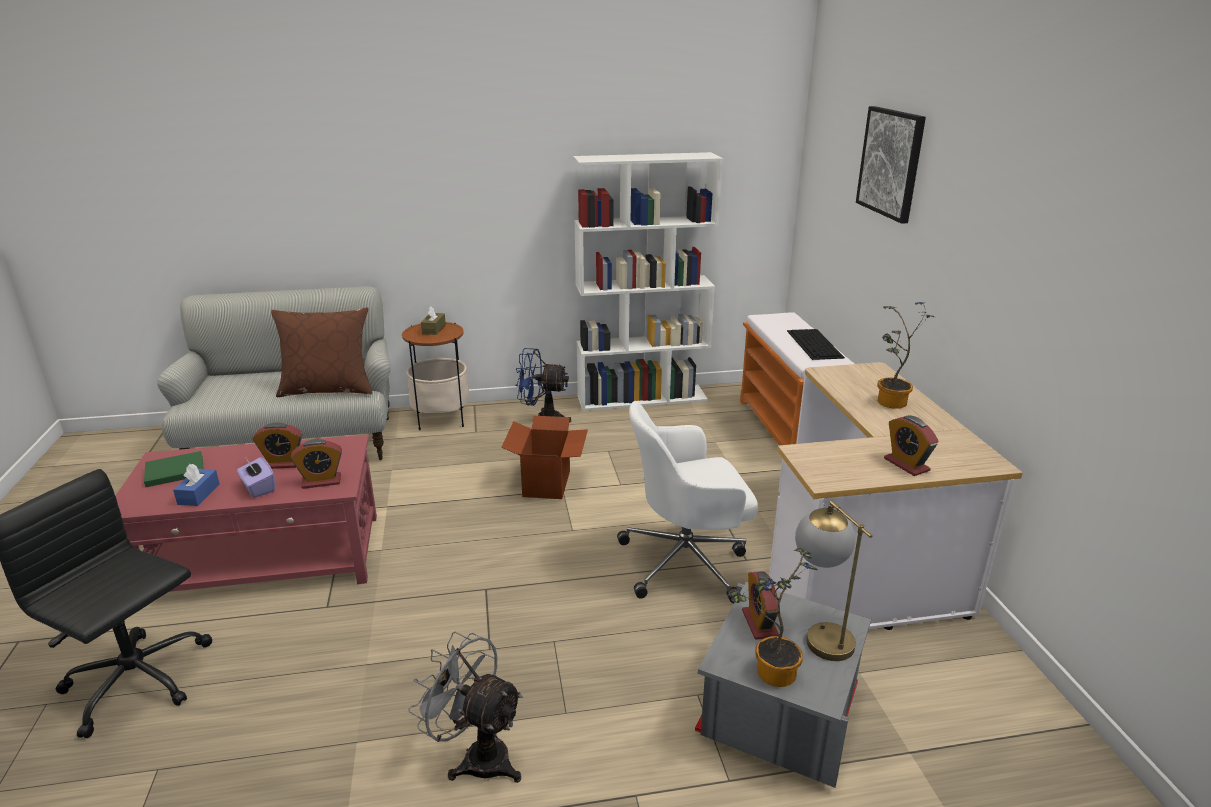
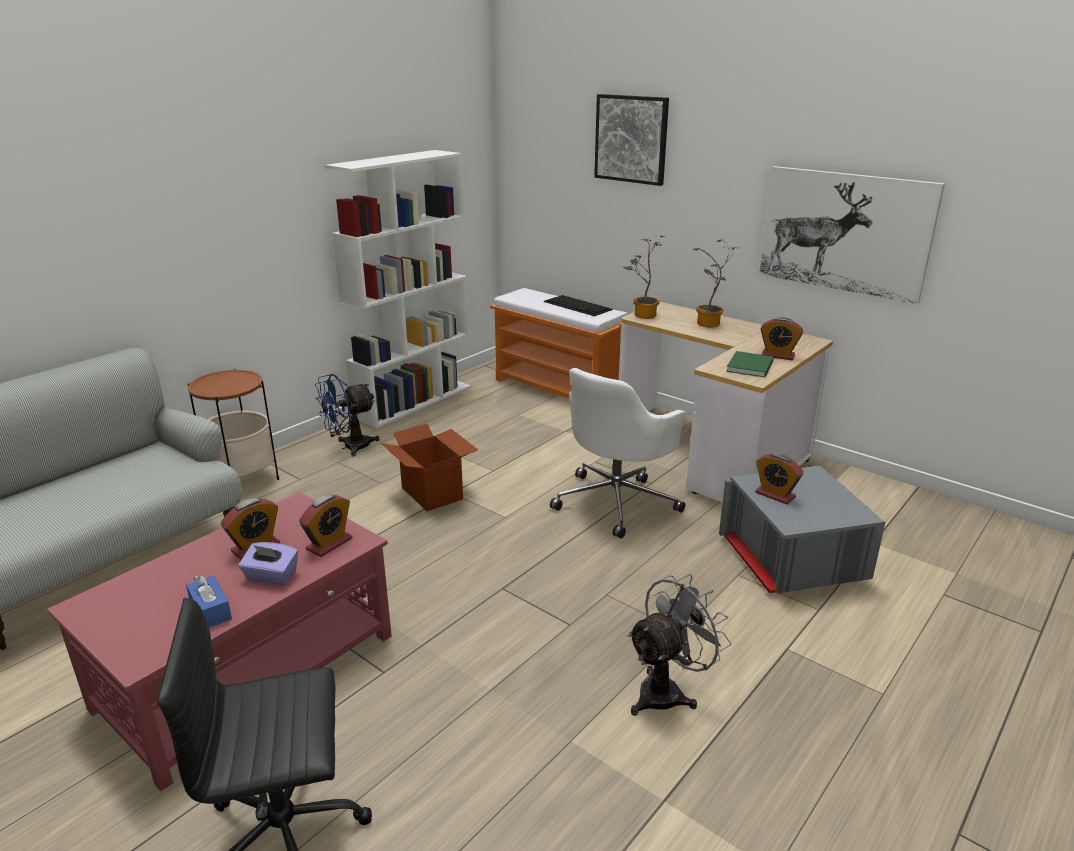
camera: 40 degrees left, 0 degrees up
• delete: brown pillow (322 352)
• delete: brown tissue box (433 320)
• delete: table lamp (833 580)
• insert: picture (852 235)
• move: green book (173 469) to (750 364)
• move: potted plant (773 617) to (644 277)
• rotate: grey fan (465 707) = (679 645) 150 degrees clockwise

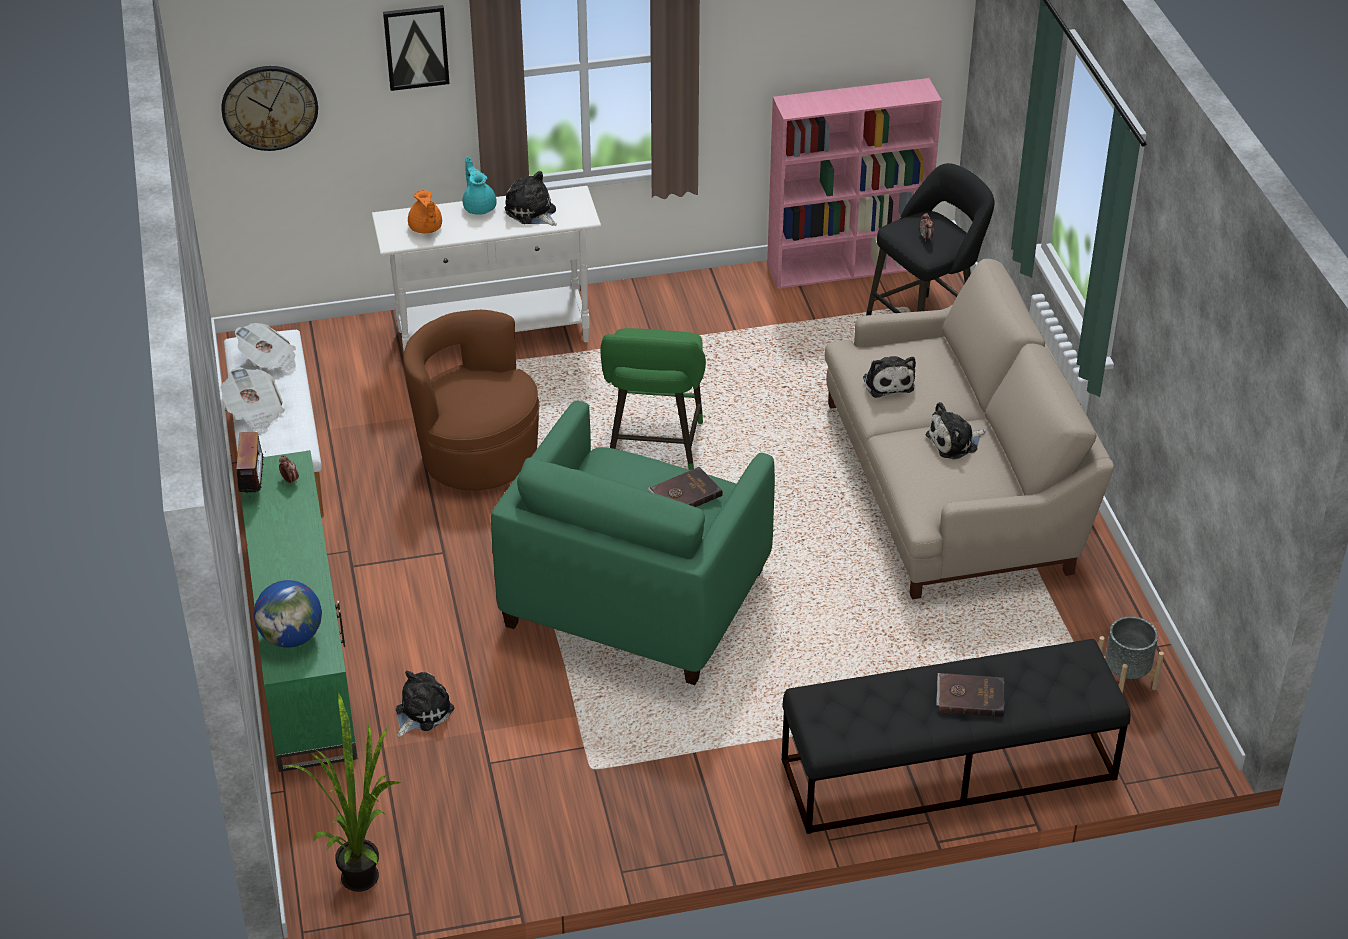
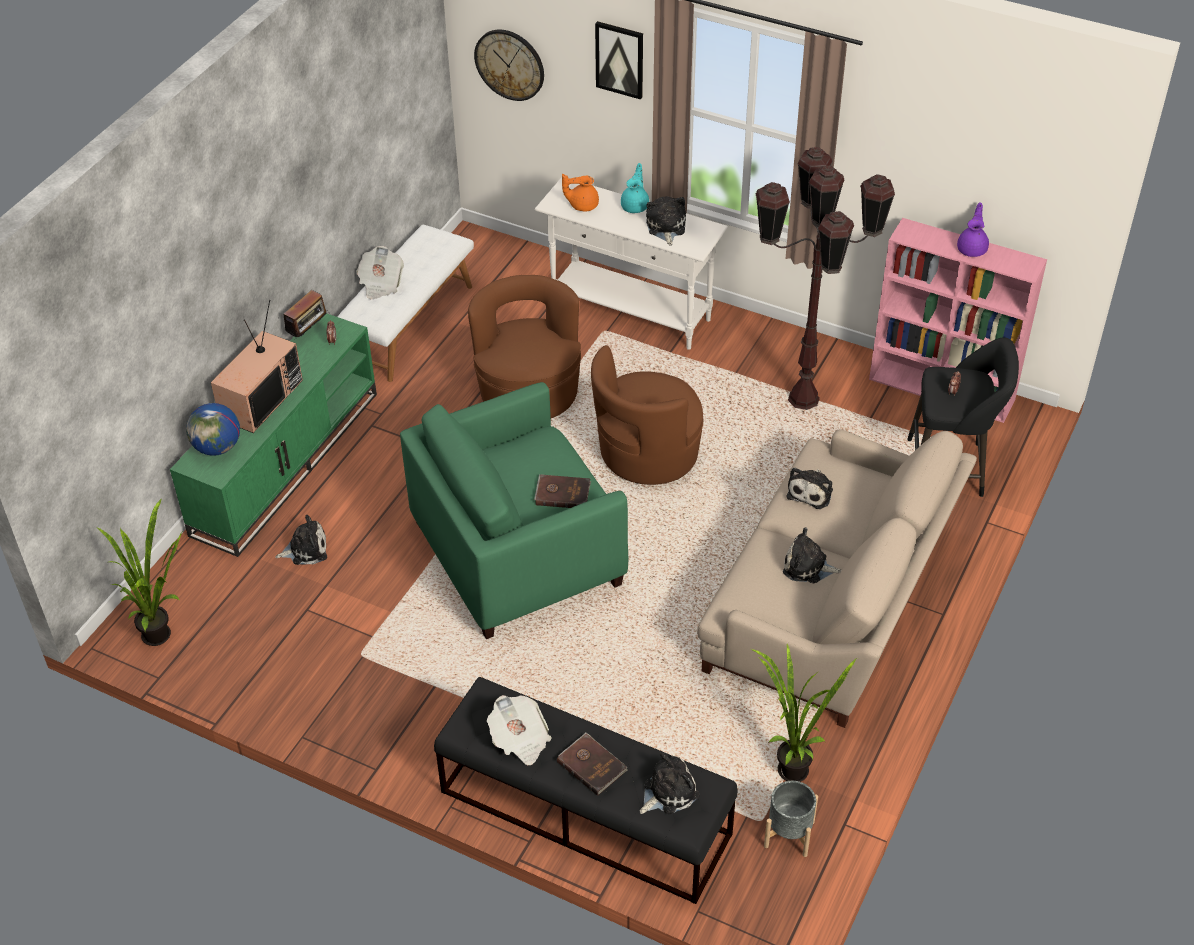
camera: 40 degrees right, 5 degrees up
• insert: television (257 366)
• insert: plush toy (670 783)
• insert: potted plant (804 713)
• insert: brown floor lamp (825 278)
• insert: purple teapot (973 229)
• move: newspaper (265 347) to (519 730)
• replace: green stool (653 399) to brown armchair (647 415)
• rotate: orange teapot (425 211) = (580 192) 75 degrees clockwise

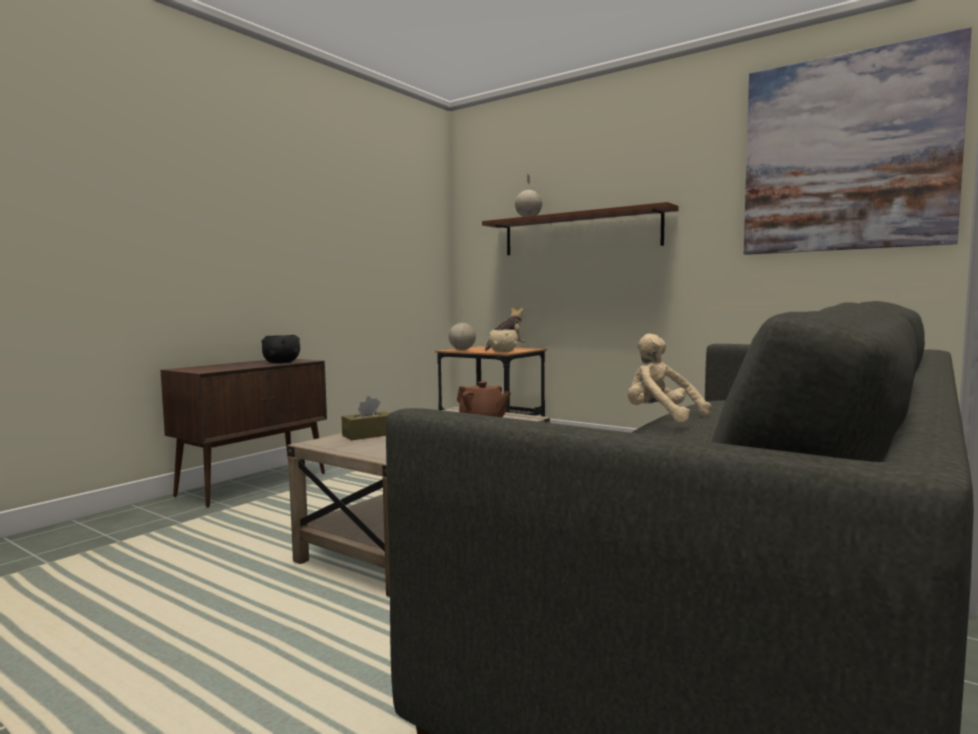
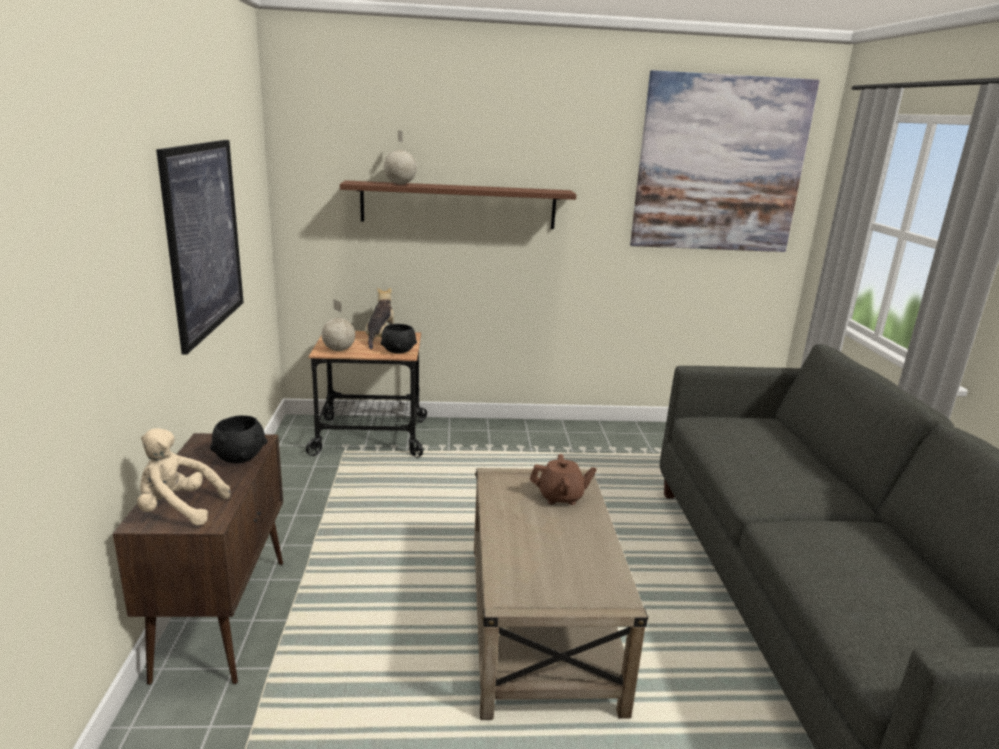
camera: 40 degrees left, 15 degrees up
• delete: brown tissue box (365 418)
• insert: picture (200 247)
• move: beige plush toy (669 378) to (184 476)
• recolor: beige bowl (503 341) to black bowl (399 339)

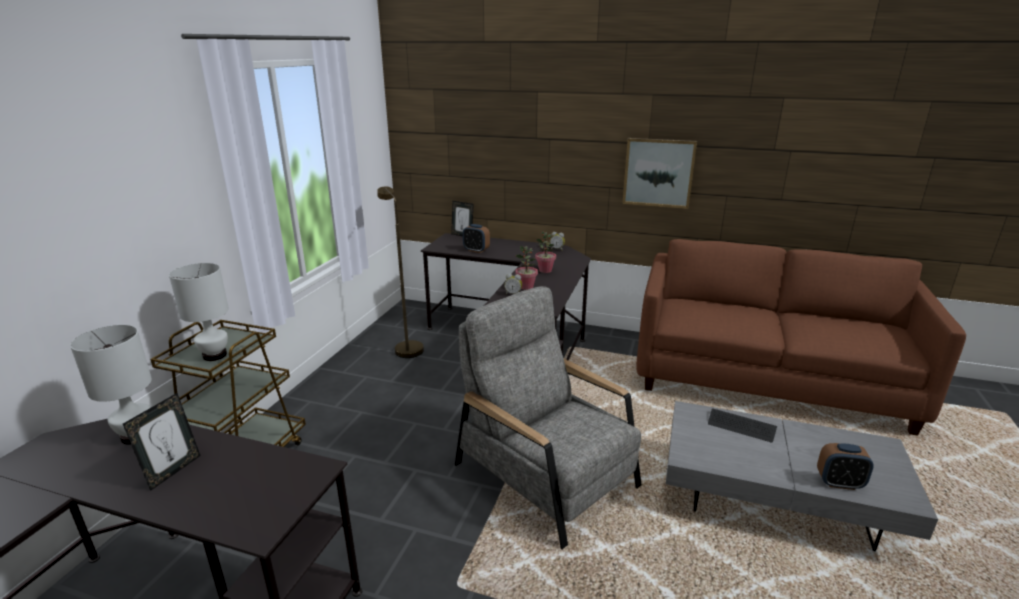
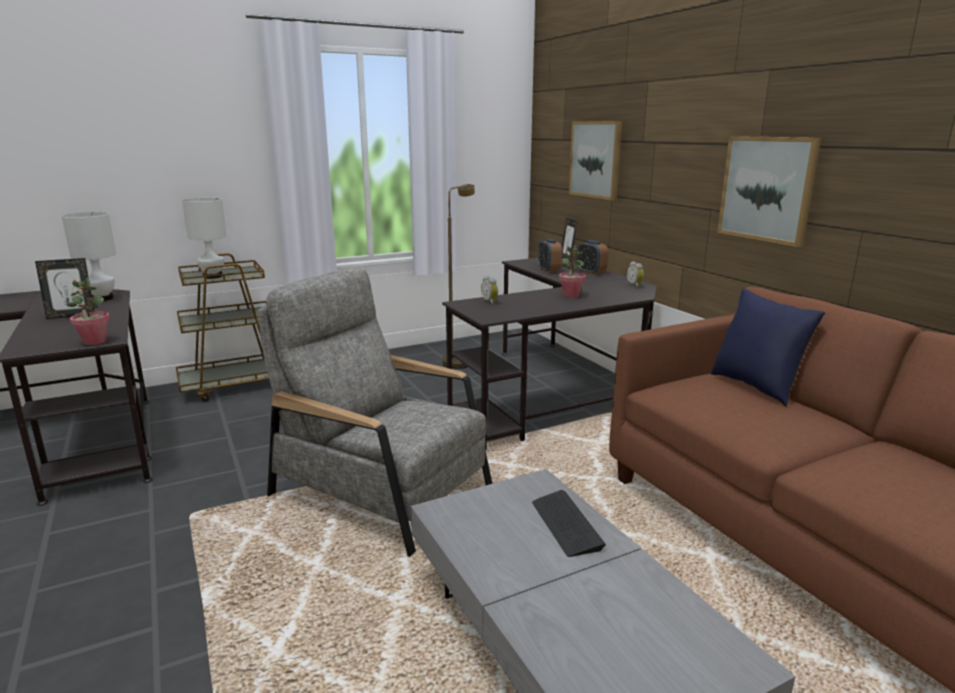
camera: 45 degrees right, 5 degrees down
• insert: picture (595 161)
• insert: blue pillow (768 347)
• move: potted plant (526 268) to (88 311)
• move: alarm clock (845 466) to (592 257)
• rotate: grey armchair (548 417) = (375 412) 60 degrees counterclockwise

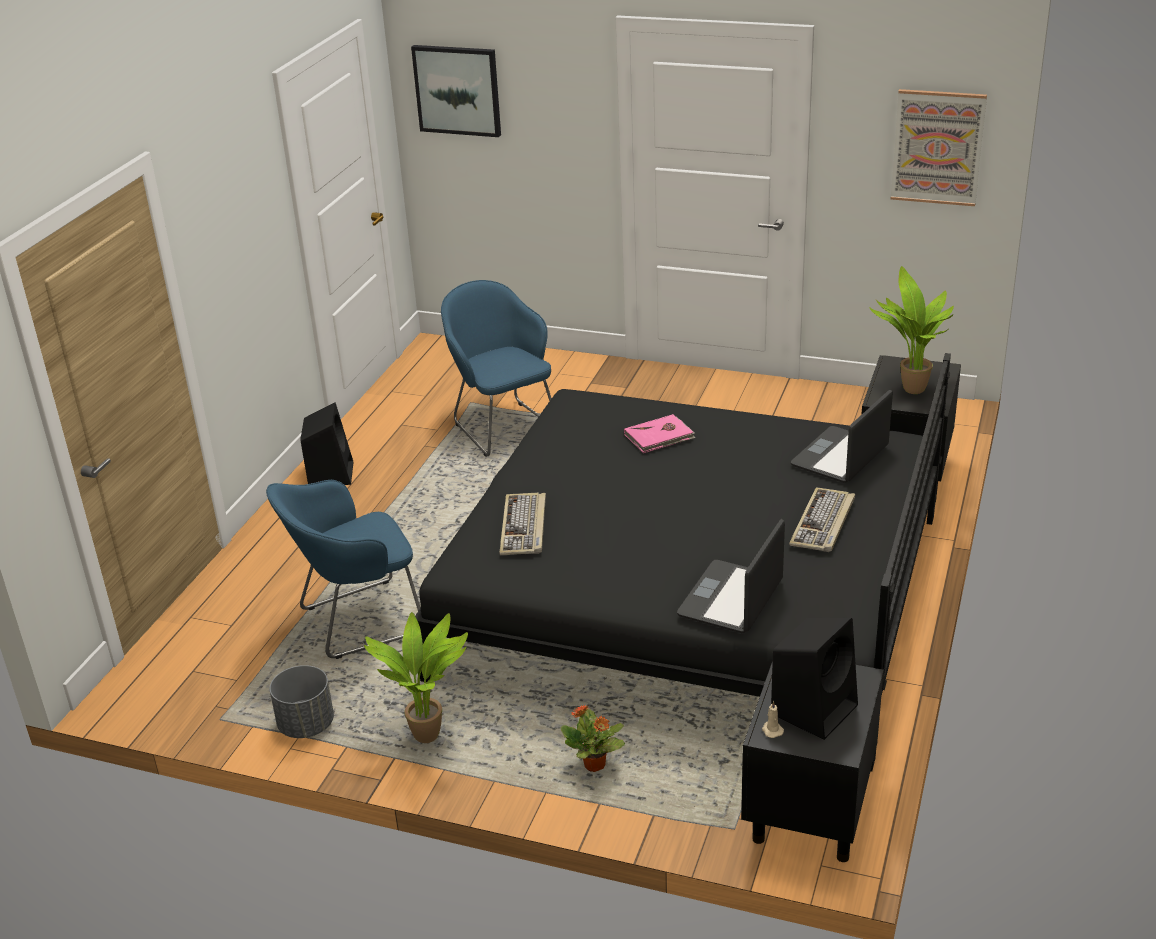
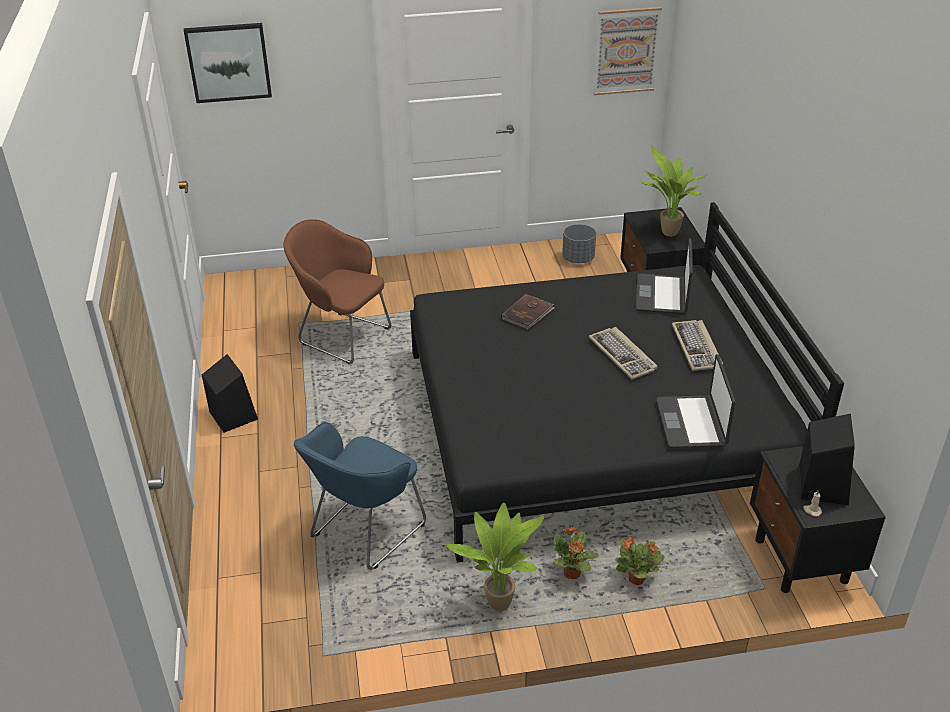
camera: 30 degrees left, 5 degrees up
• insert: potted plant (576 553)
• move: grey planter (302 701) to (579 243)
• move: keyboard (523 524) to (623 353)
• recolor: blue armchair (496 368) to brown armchair (337 291)
• recolor: pink book (660 433) to brown book (528 312)

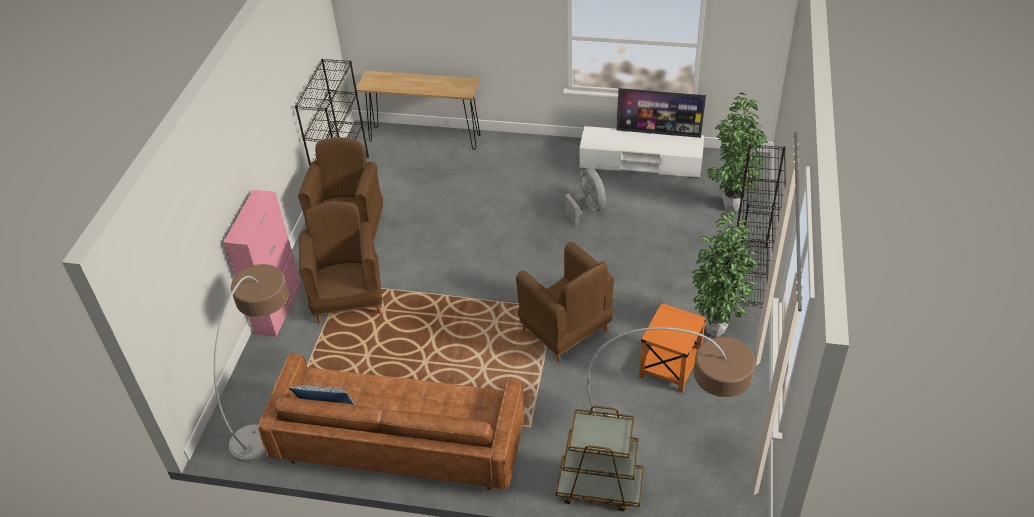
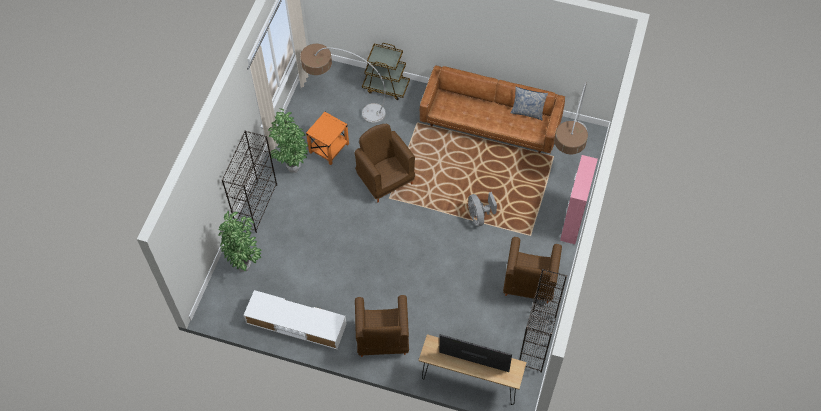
camera: 175 degrees left, 15 degrees up
• move: brown armchair (340 262) to (382 326)
• move: grey fan (585 197) to (482 209)
• move: television (661 113) to (475 353)

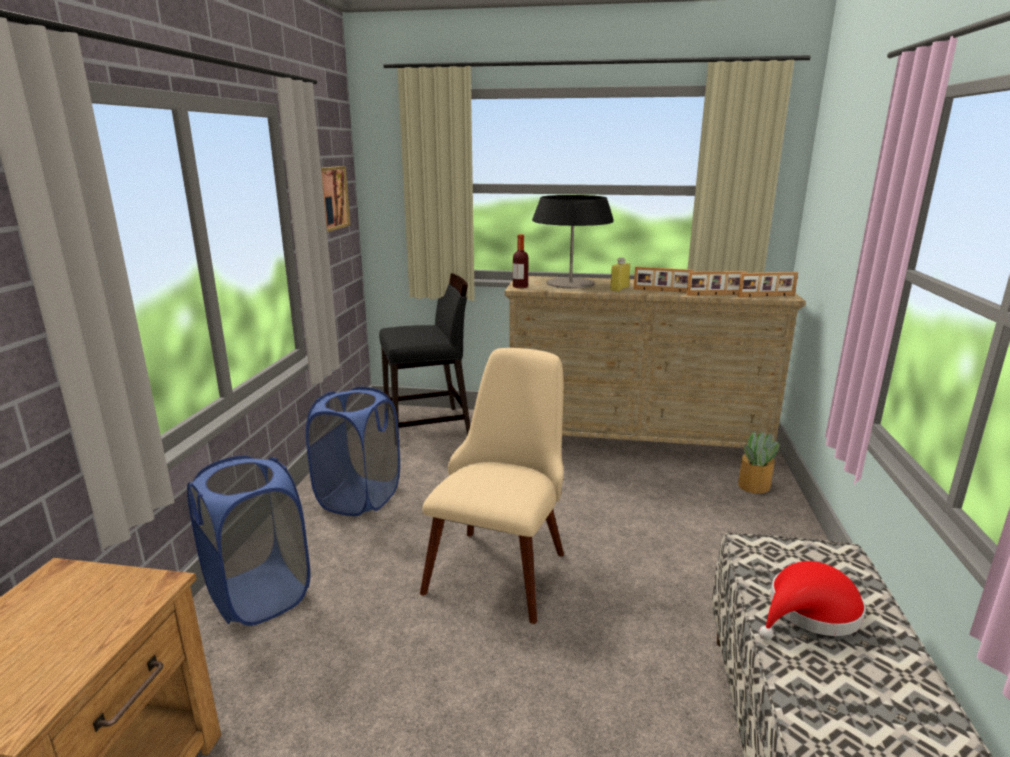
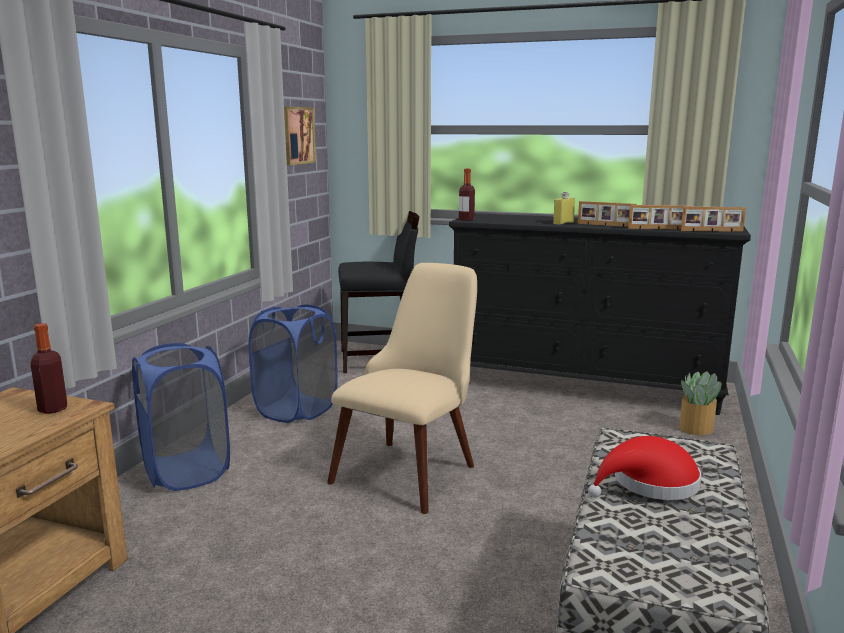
camera: 10 degrees right, 5 degrees down
• delete: table lamp (573 242)
• insert: bottle (48 368)
• recolor: beige dresser (655 363) to black dresser (600 314)

